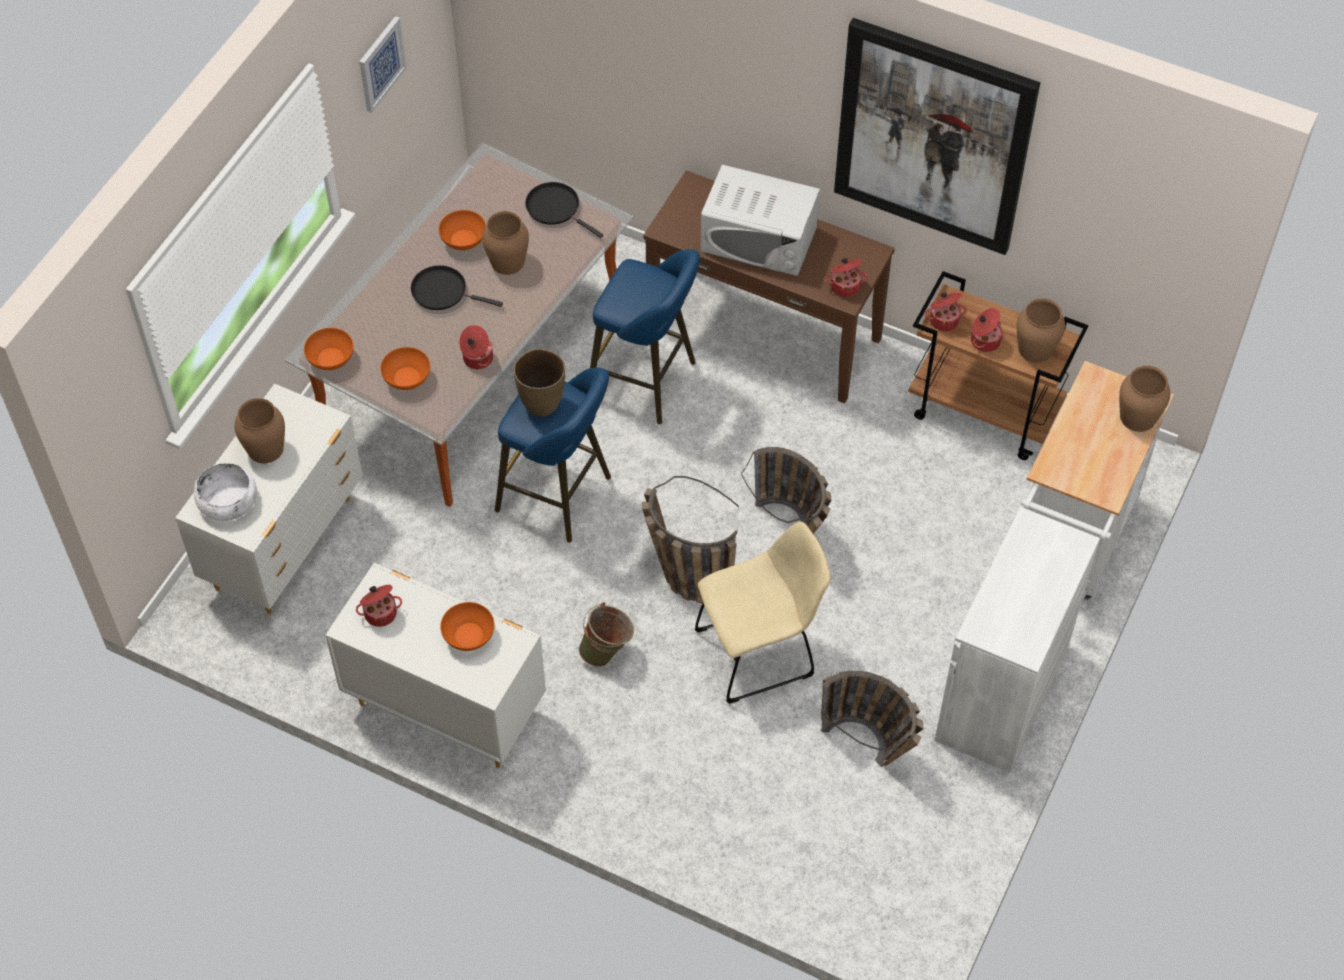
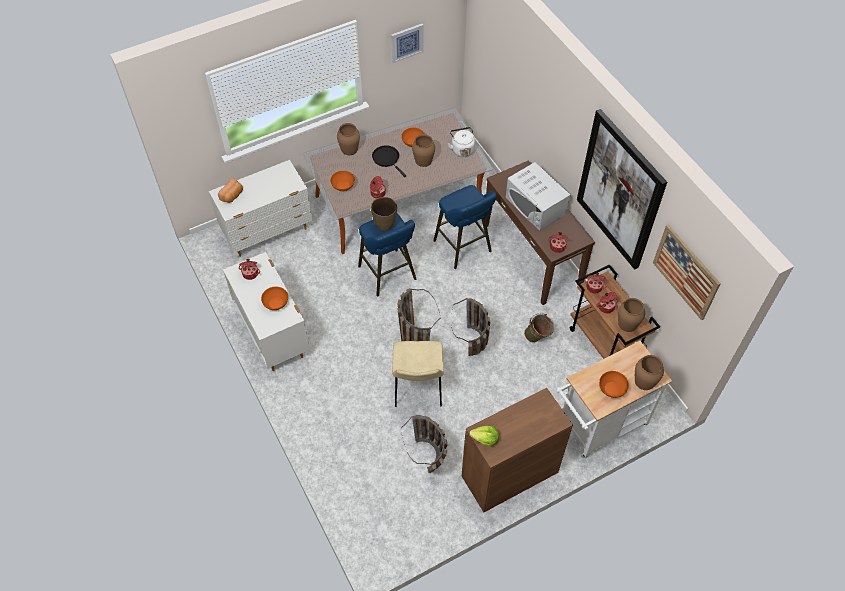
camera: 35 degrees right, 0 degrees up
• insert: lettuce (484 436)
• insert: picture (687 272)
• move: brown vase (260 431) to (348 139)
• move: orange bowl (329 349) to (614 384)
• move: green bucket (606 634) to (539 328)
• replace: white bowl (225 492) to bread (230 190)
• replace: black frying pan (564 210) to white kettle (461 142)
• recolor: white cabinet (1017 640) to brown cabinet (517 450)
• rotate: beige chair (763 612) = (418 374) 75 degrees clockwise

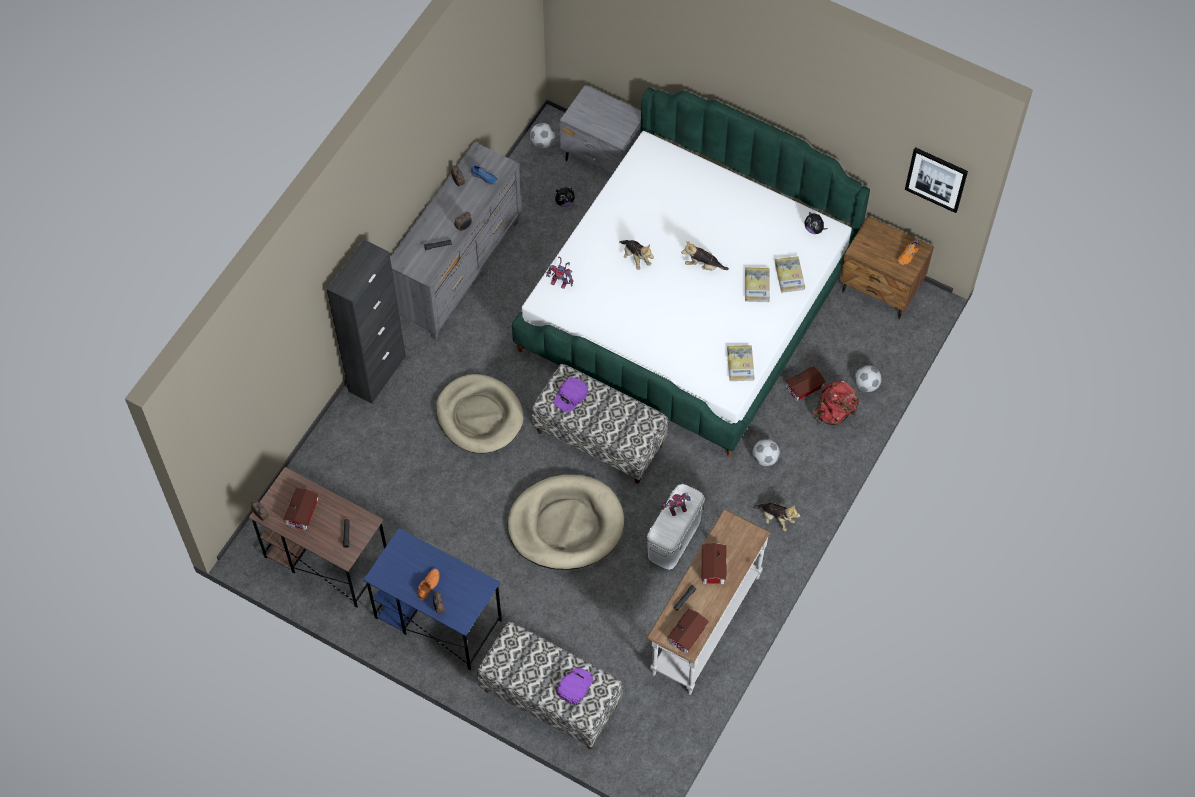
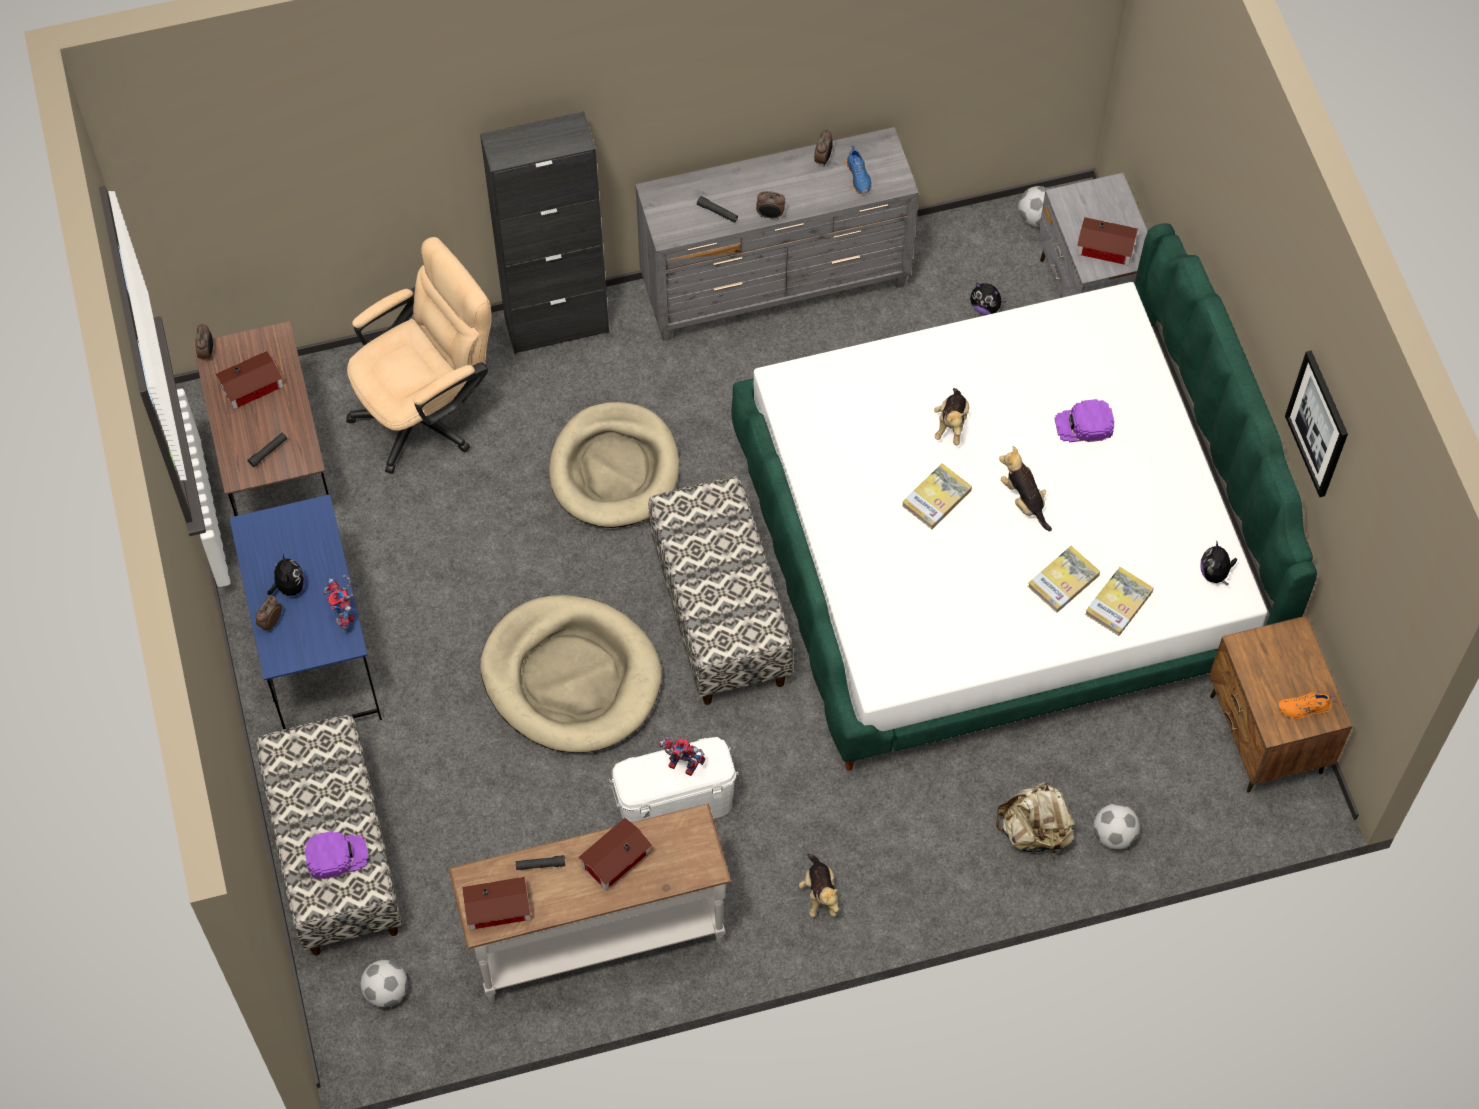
camera: 45 degrees right, 0 degrees up
• insert: beige office chair (419 355)
• move: toy robot (559 273) to (338 602)
• move: purple cap (570 395) to (1084 420)
• move: book (740 363) to (937 496)
• move: football (766 452) to (384 983)
• move: toy house (805 383) to (1107 241)
• move: picture (936 180) to (1316 424)
• replace: orange shoe (429 584) to plush toy (285 575)
• recolor: red backpack (836 403) to beige backpack (1036 819)

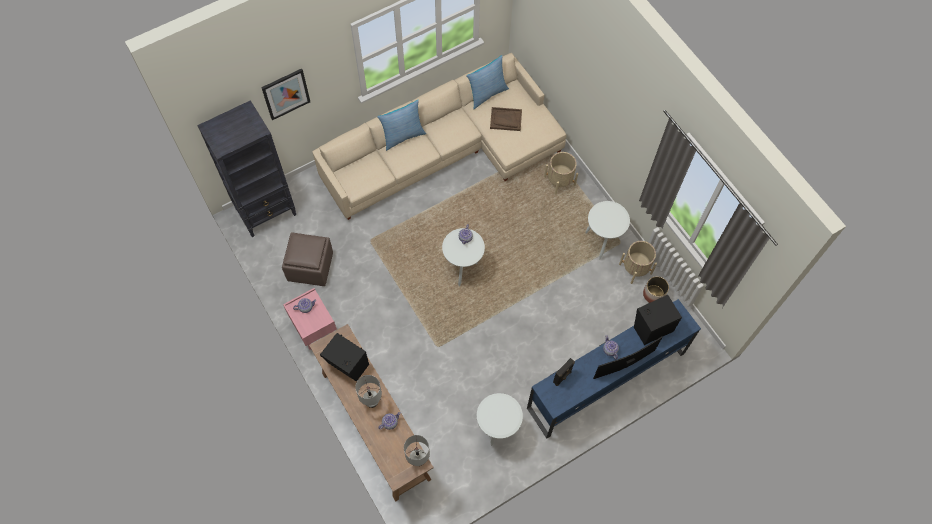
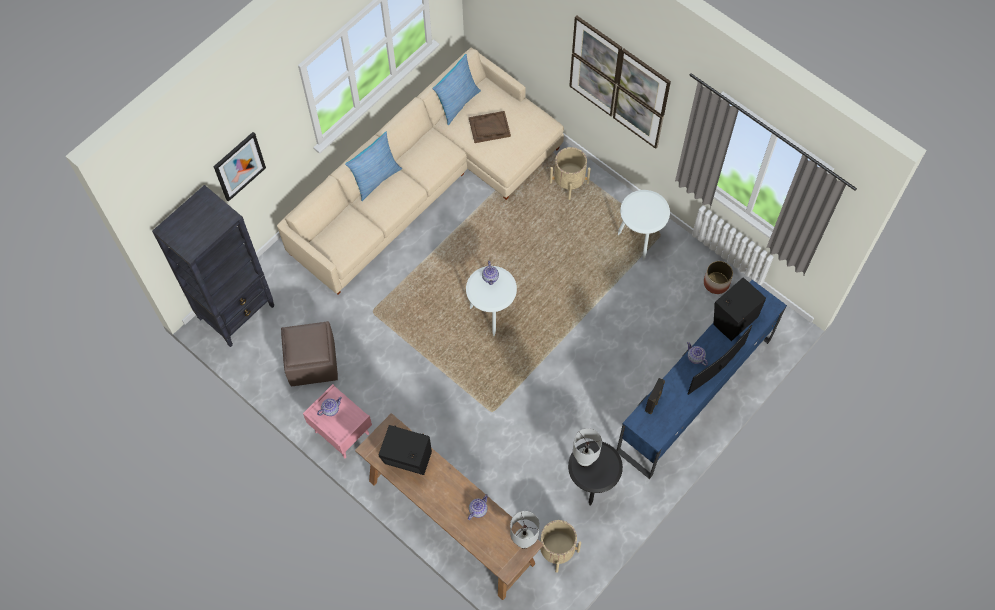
camera: 15 degrees left, 0 degrees up
• insert: picture (620 82)
• move: white table lamp (368 391) to (587 447)
• move: beige planter (638 262) to (560 546)
• recolor: white side table (500 419) to black side table (595 473)

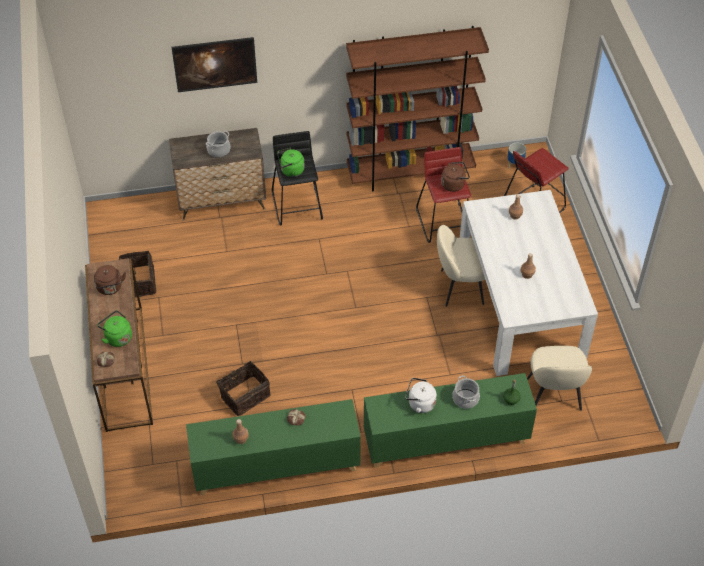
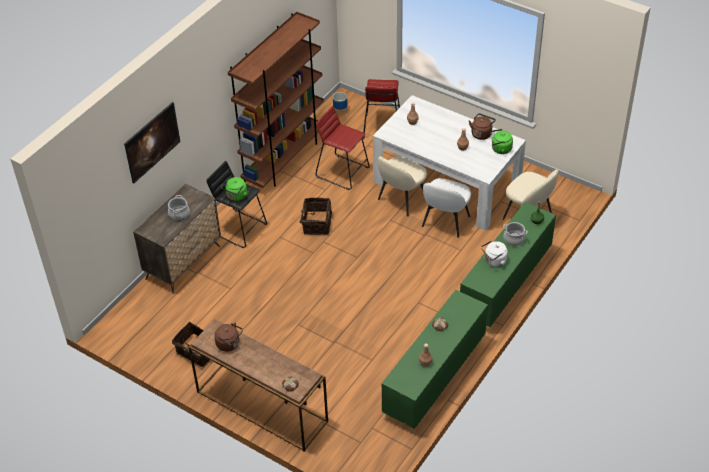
camera: 45 degrees left, 5 degrees down
• insert: white chair (446 208)
• move: green kettle (114 328) to (501 141)
• move: basket (243 388) to (316 216)
• move: brown kettle (455 177) to (482 126)

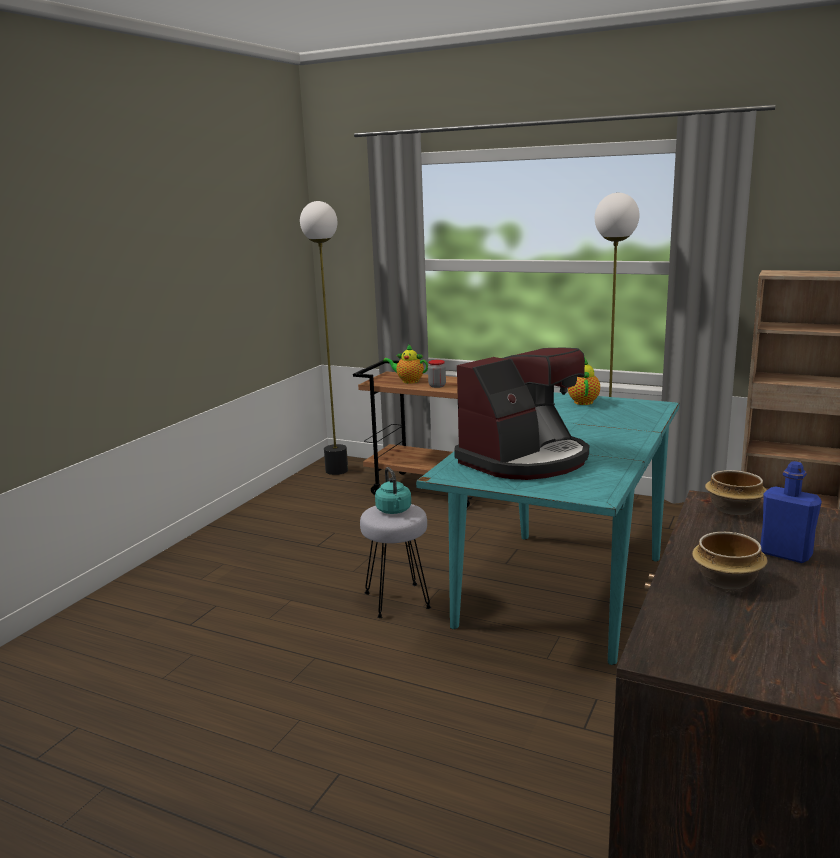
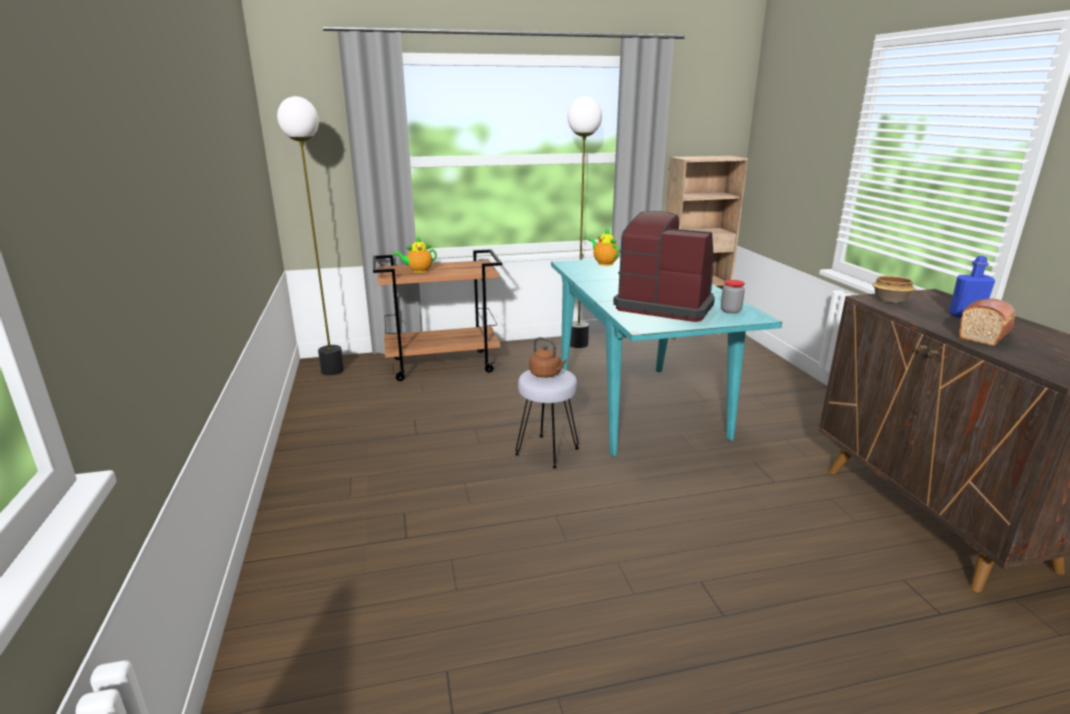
camera: 40 degrees left, 5 degrees up
• move: jar (437 374) to (733 296)
• replace: bowl (729 560) to bread (987 322)
• recolor: turquoise kettle (393 490) to brown kettle (548 357)
• rotate: coffee machine (521 413) = (664 266) 75 degrees counterclockwise

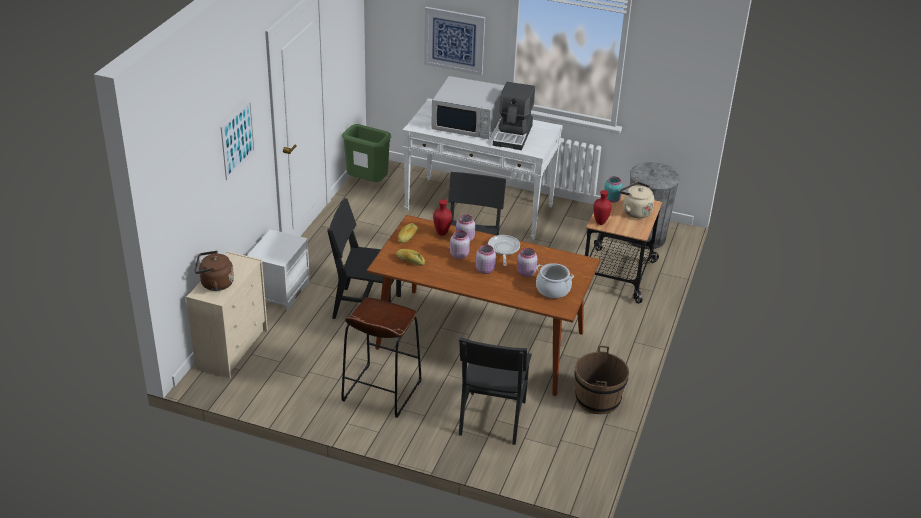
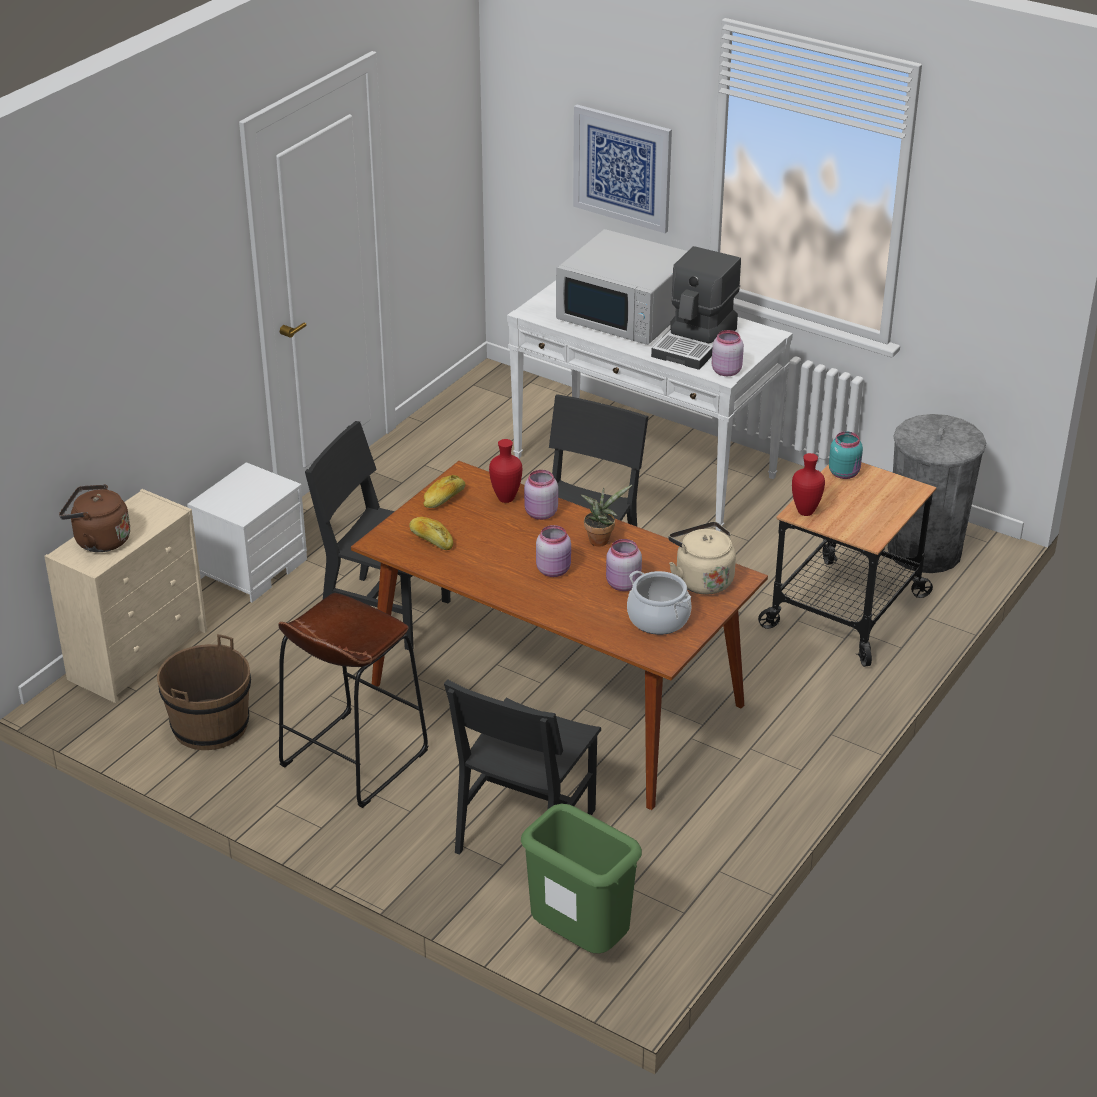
camera: 15 degrees right, 0 degrees up
• delete: picture (238 140)
• move: green trash can (366 153) to (581 879)
• move: pink jar (460 244) to (728 353)
• move: brown bucket (601 380) to (204 692)
• move: beige kettle (636 200) to (702 558)
• replace: frying pan (504 250) to potted plant (606 516)

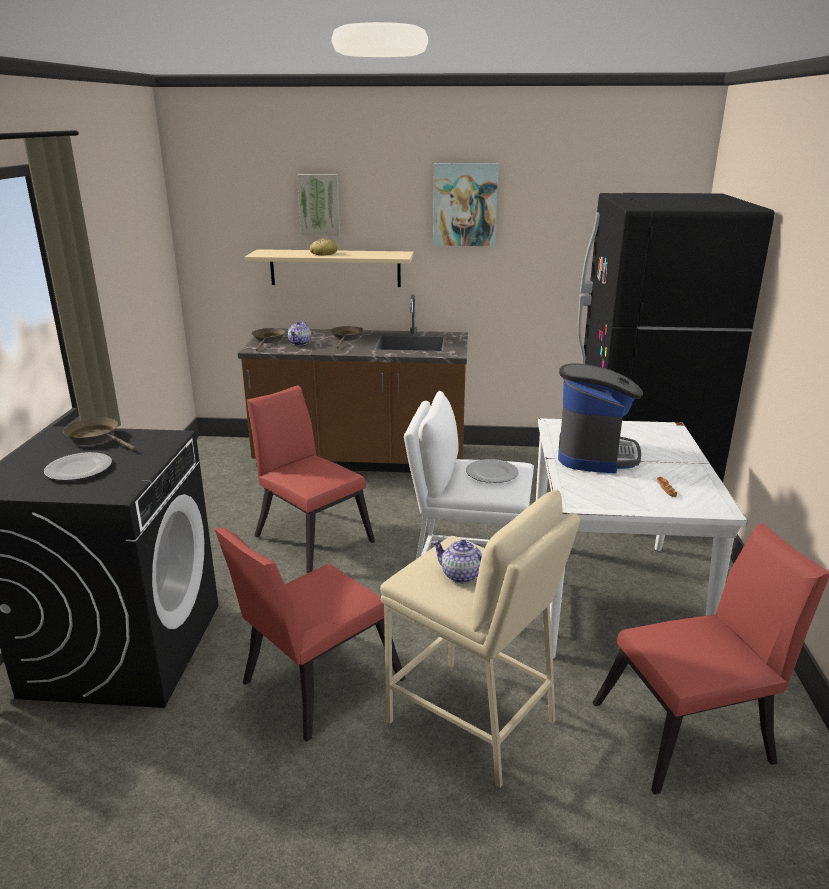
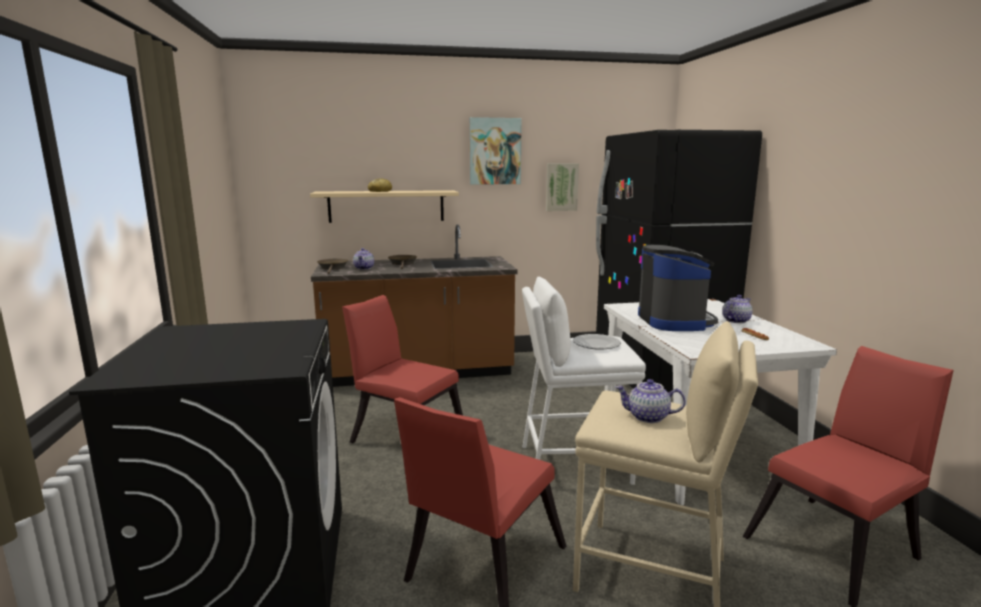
camera: 15 degrees left, 10 degrees down
• delete: plate (78 466)
• delete: brown frying pan (99 434)
• insert: teapot (737 309)
• move: picture (318 205) to (562 187)

